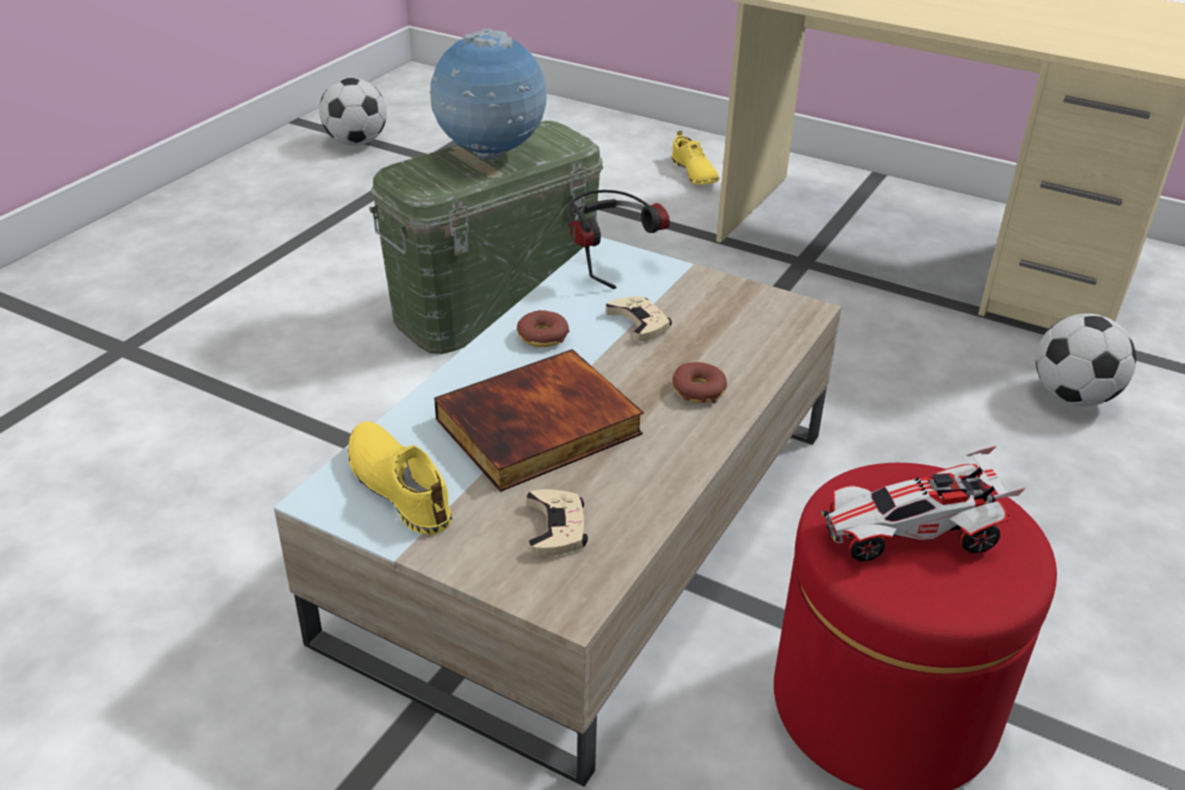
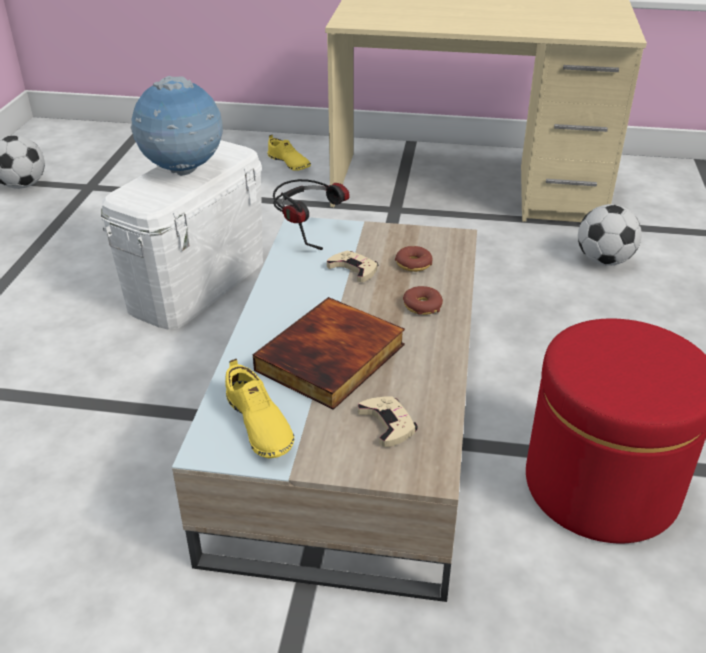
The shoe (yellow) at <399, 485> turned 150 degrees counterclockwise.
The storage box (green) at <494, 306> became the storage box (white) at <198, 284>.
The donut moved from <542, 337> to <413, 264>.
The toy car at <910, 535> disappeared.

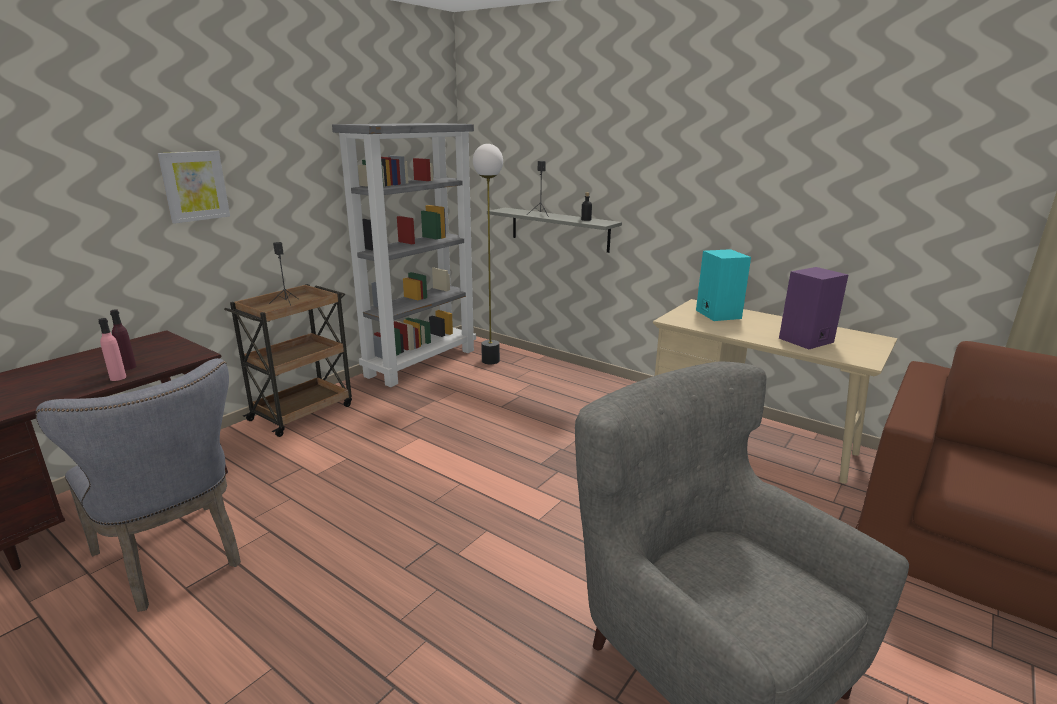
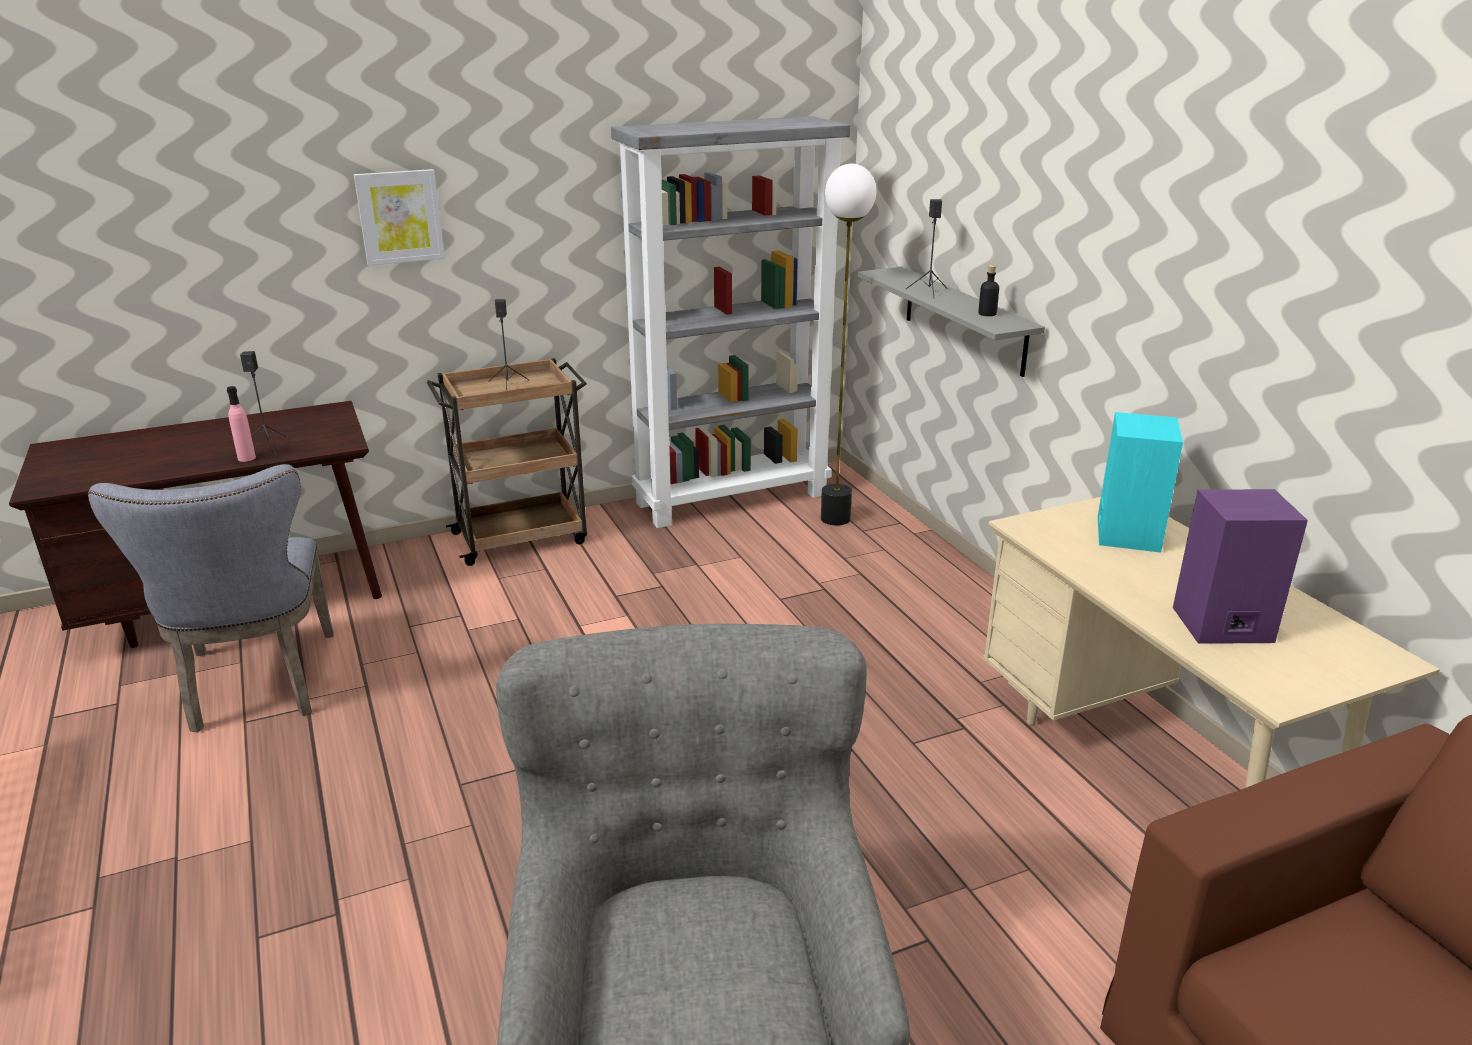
The bottle (purple) at <128, 367> was replaced by the speaker (black) at <268, 446>.

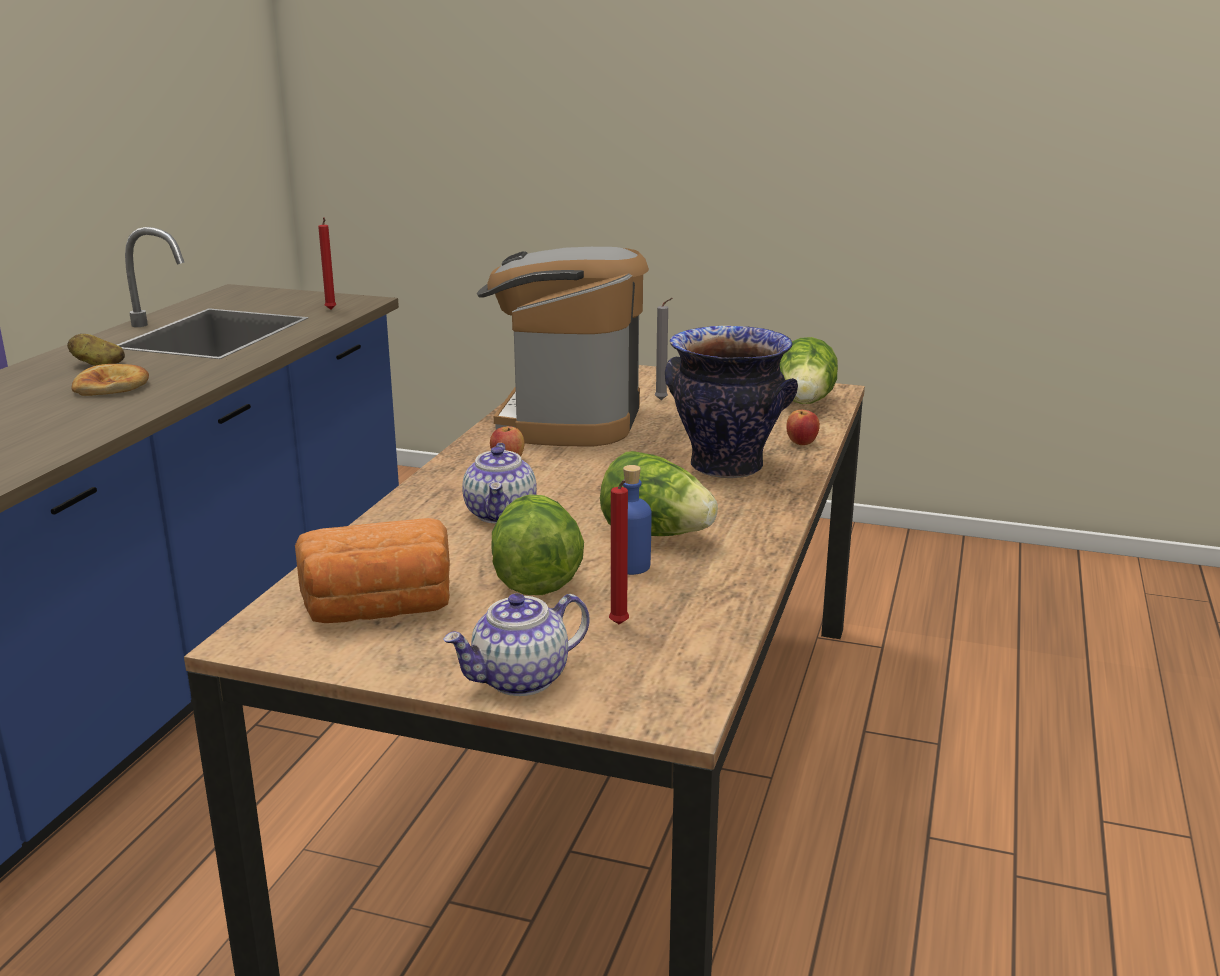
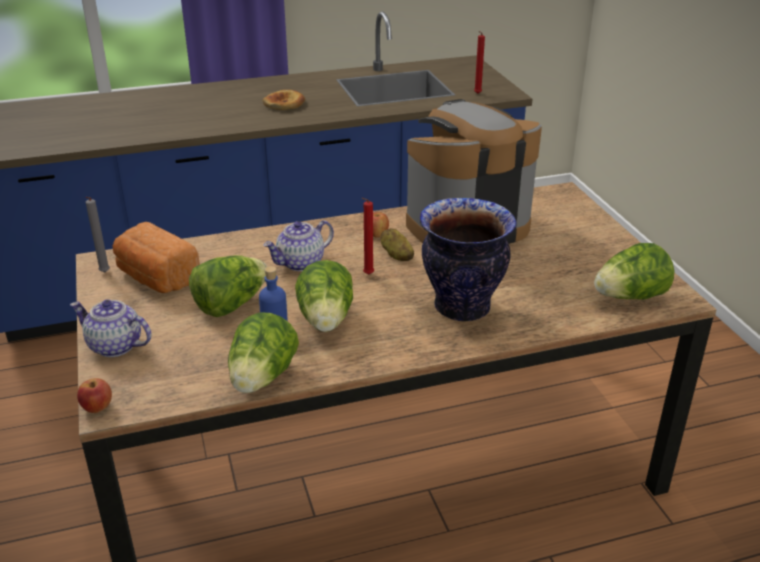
The potato moved from <98, 364> to <396, 255>.
The candle (red) moved from <619, 626> to <367, 275>.
The candle (grey) moved from <663, 400> to <104, 273>.
The apple moved from <801, 443> to <97, 408>.
The lettuce at <262, 378> appeared.

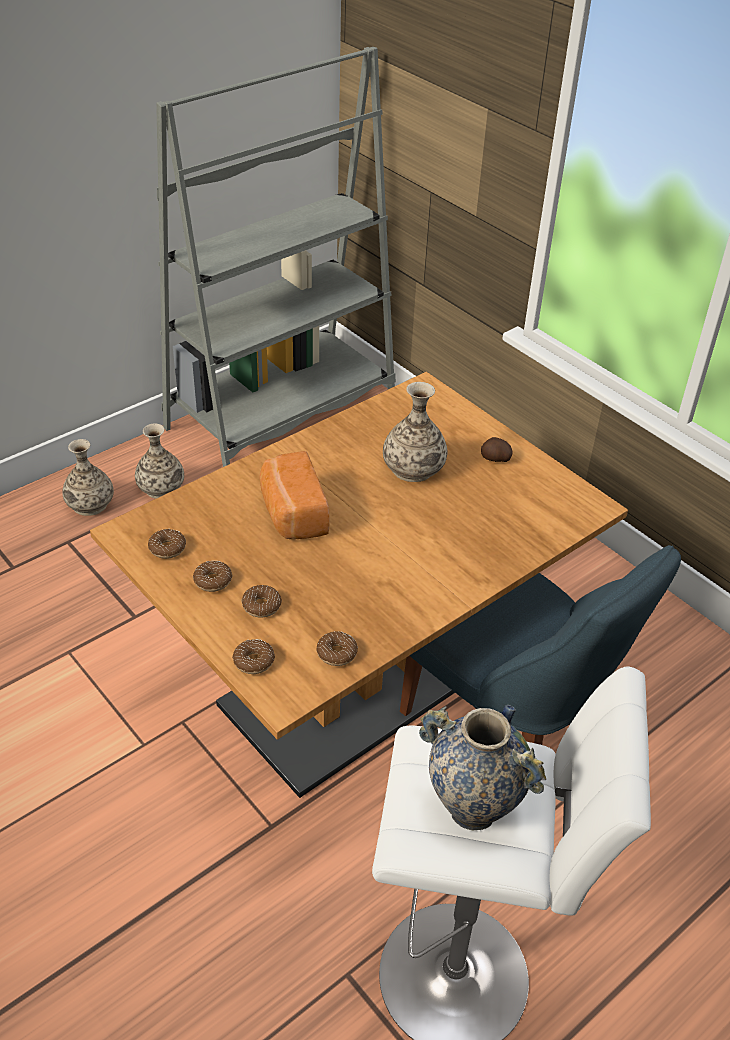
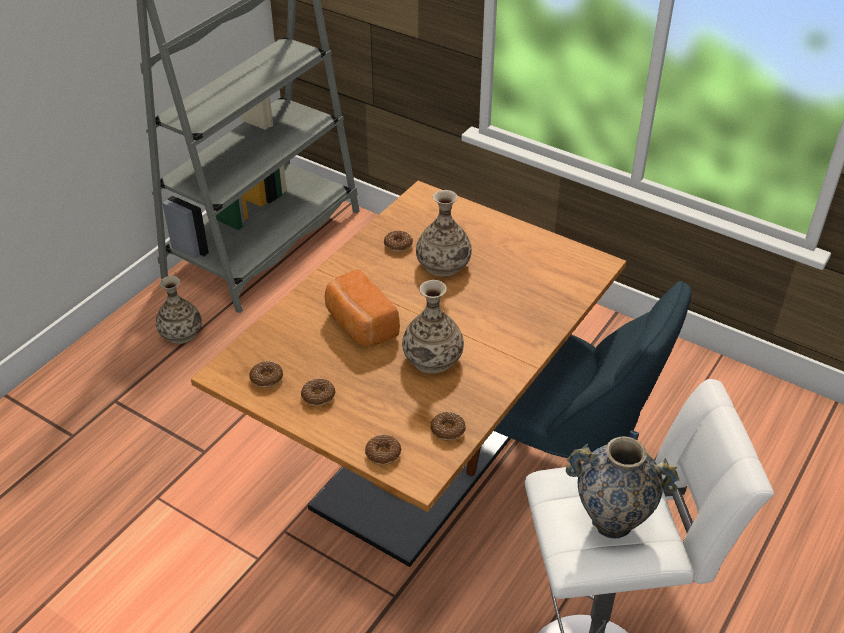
The vase moved from <90, 504> to <432, 358>.
The donut moved from <261, 606> to <398, 245>.
The potato at <495, 459> disappeared.

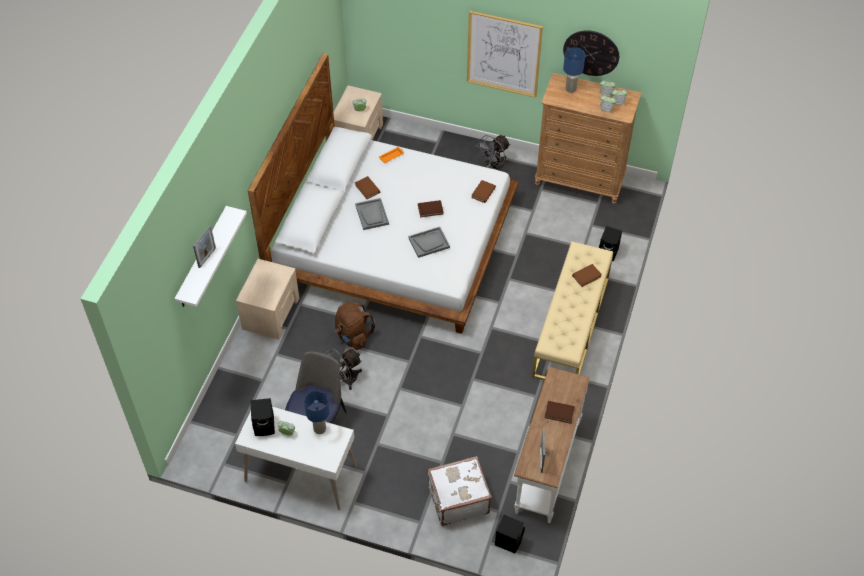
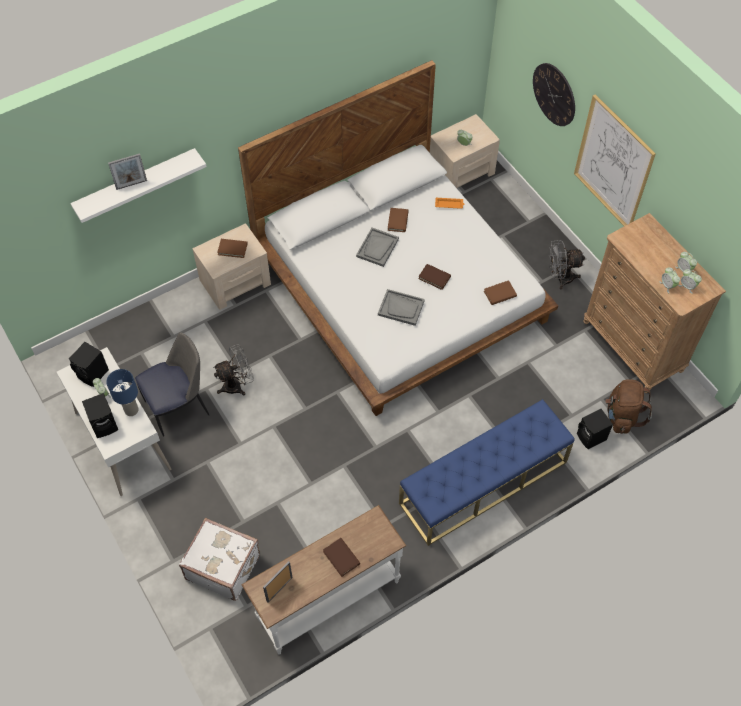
The fan (grey) at <345, 380> turned 150 degrees clockwise.
The backpack (brown) moved from <353, 336> to <622, 416>.
The speaker (black) moved from <509, 540> to <105, 424>.
The bench (beige) at <571, 326> became the bench (blue) at <483, 483>.
The wall clock moved from <591, 52> to <554, 94>.
The table lamp (blue) at <571, 89> disappeared.
The book (brown) moved from <586, 276> to <232, 249>.

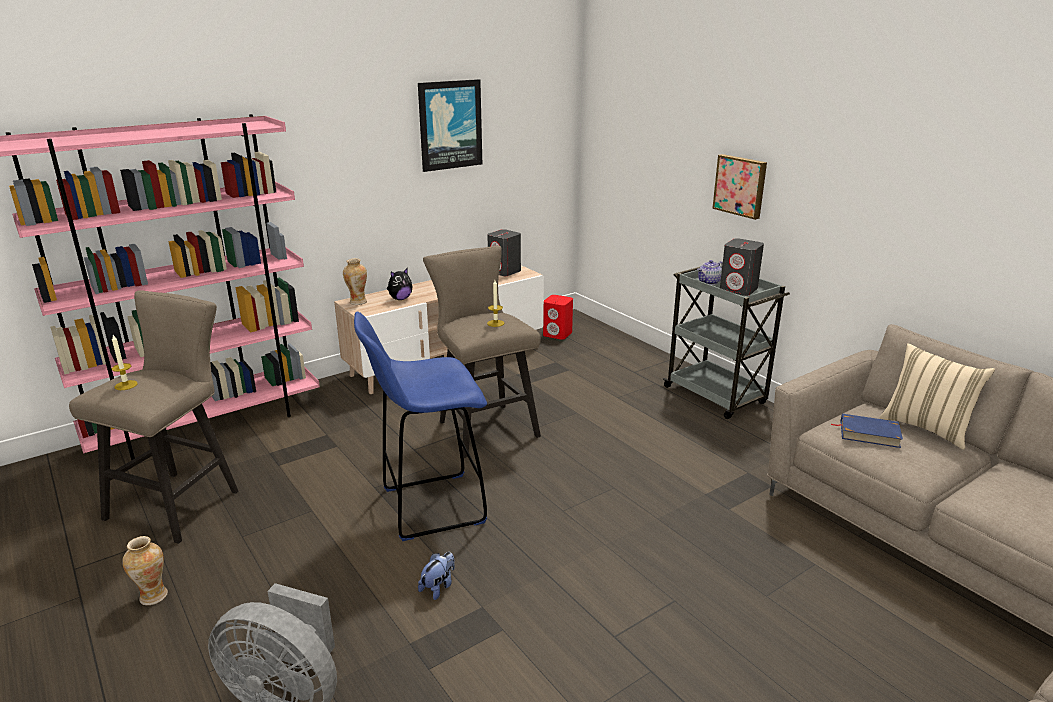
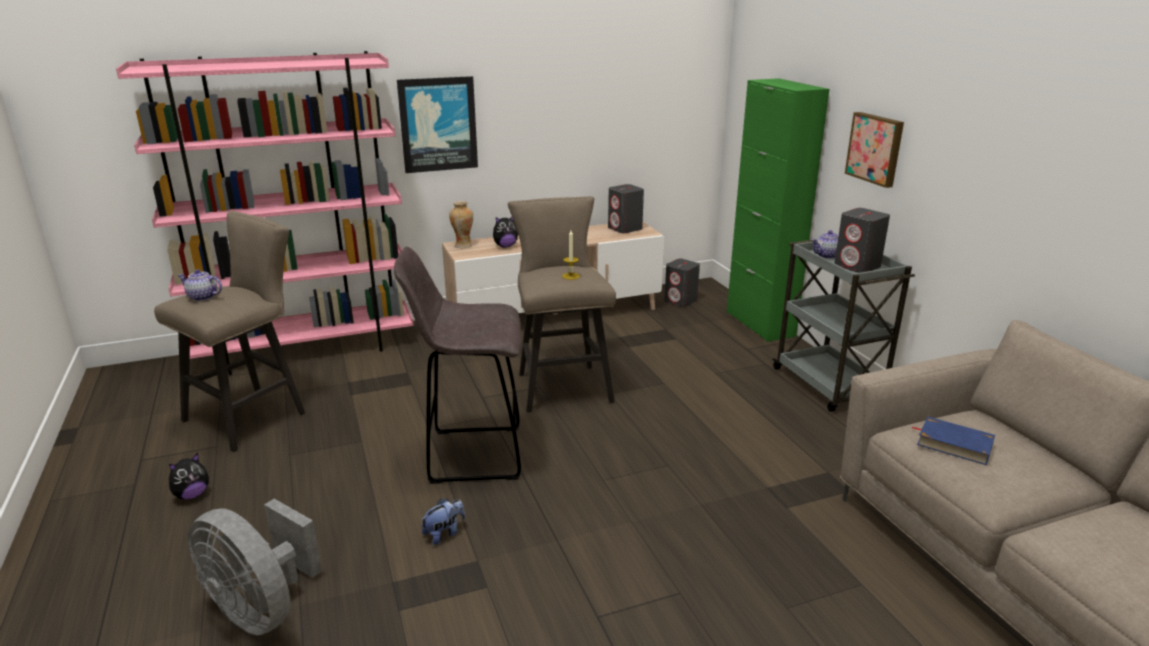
The candle at <126, 385> was replaced by the teapot at <202, 297>.
The vase at <153, 596> was replaced by the plush toy at <192, 495>.
The stool (blue) at <429, 506> became the stool (grey) at <471, 454>.
The picture moved from <450, 125> to <438, 124>.
The speaker (red) at <557, 334> became the speaker (grey) at <681, 301>.
The pillow (beige) at <926, 428> disappeared.
The cabinet (green) at <760, 324> appeared.

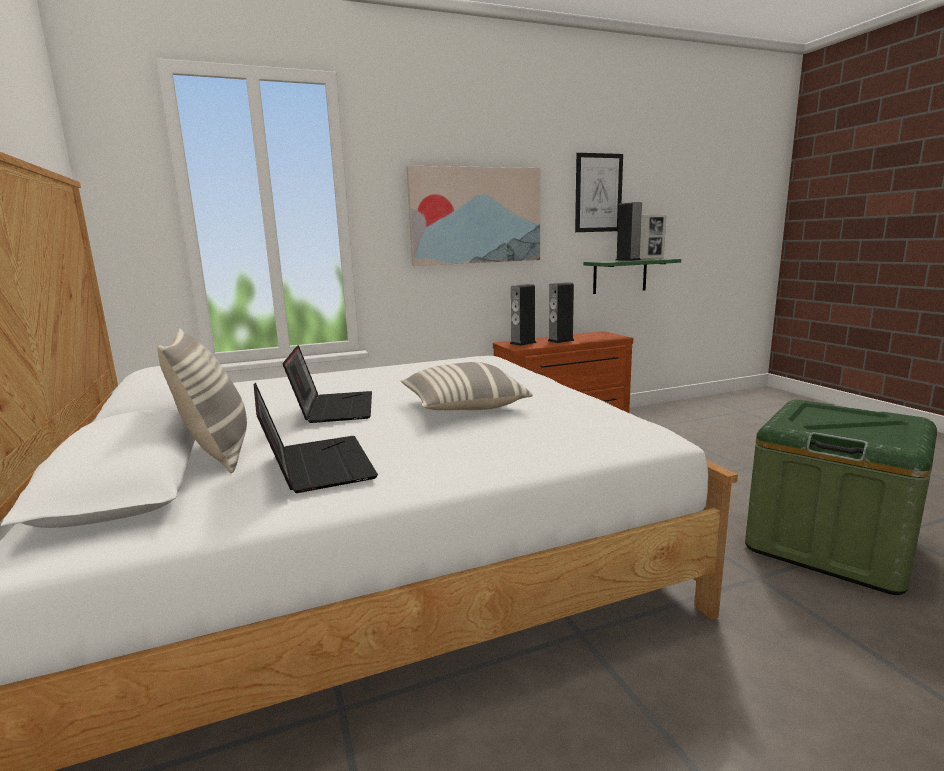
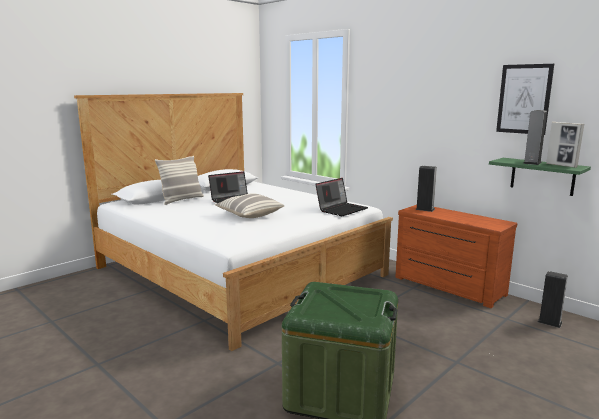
The laptop moved from <315, 465> to <341, 209>.
The picture at <475, 216> disappeared.
The speaker moved from <561, 340> to <549, 322>.

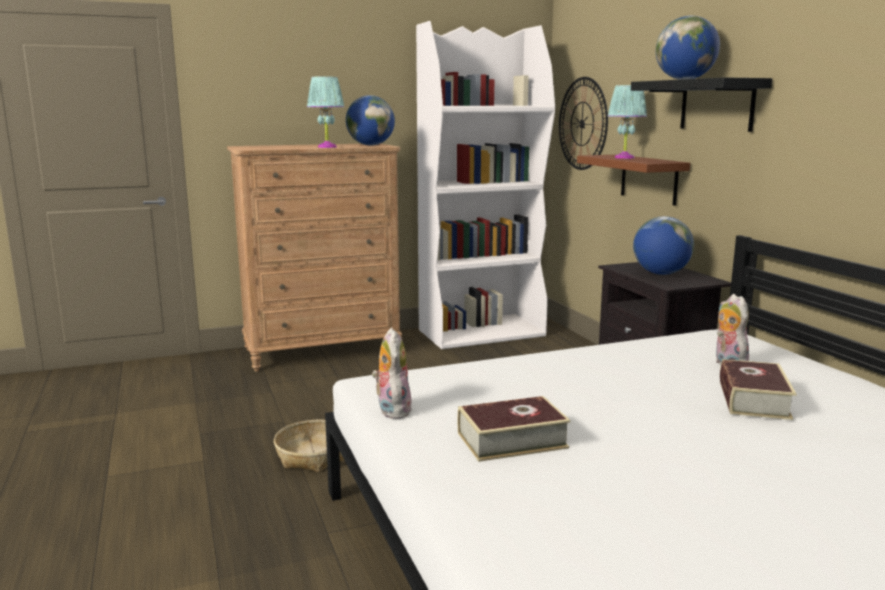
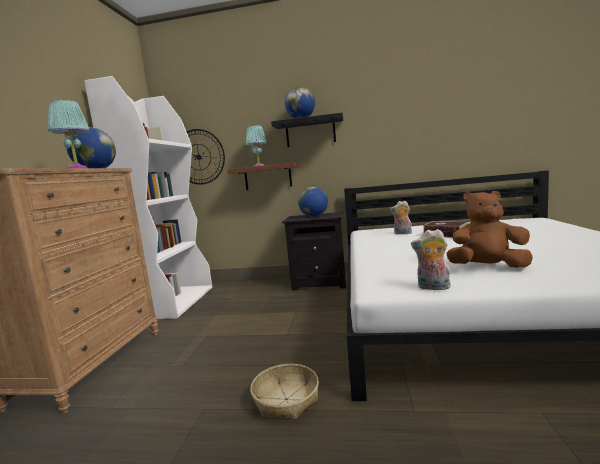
The book at <512, 440> was replaced by the plush toy (brown) at <487, 267>.

